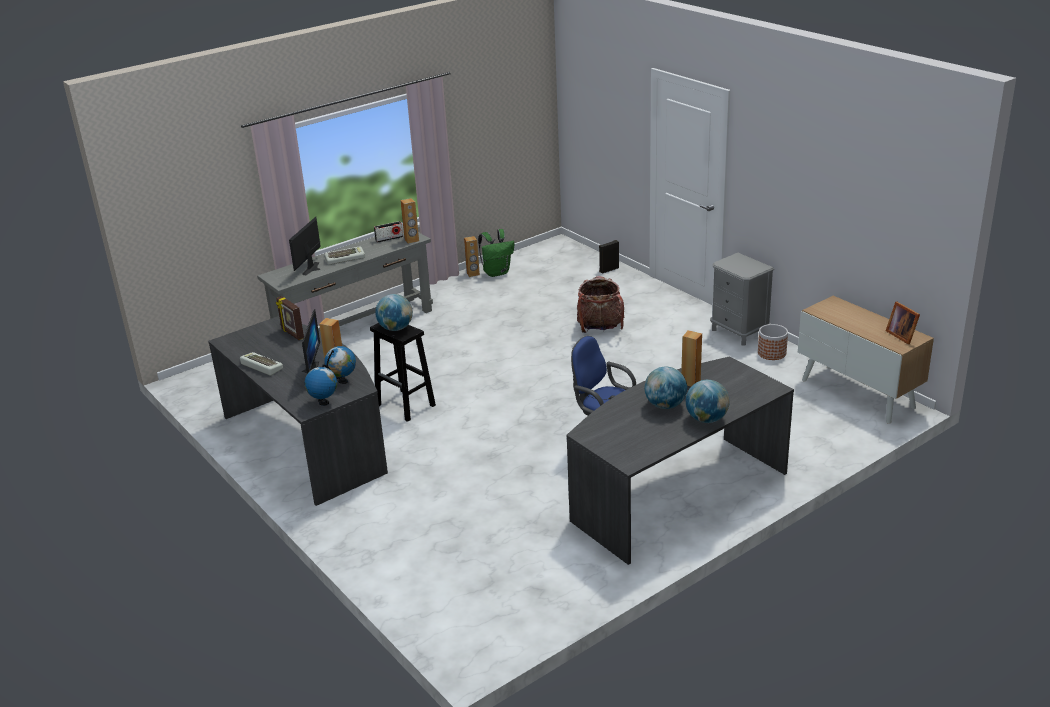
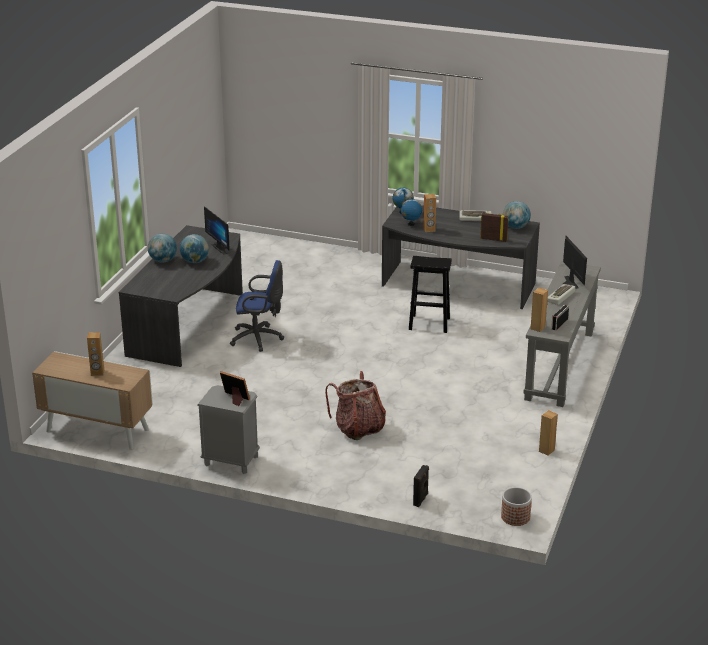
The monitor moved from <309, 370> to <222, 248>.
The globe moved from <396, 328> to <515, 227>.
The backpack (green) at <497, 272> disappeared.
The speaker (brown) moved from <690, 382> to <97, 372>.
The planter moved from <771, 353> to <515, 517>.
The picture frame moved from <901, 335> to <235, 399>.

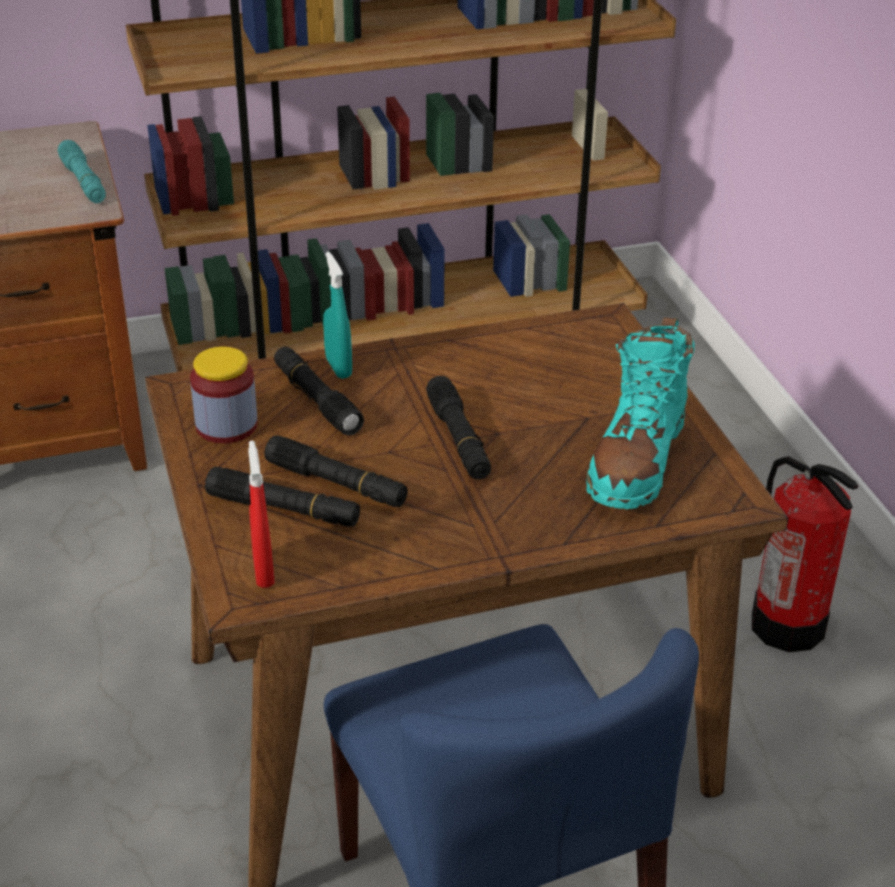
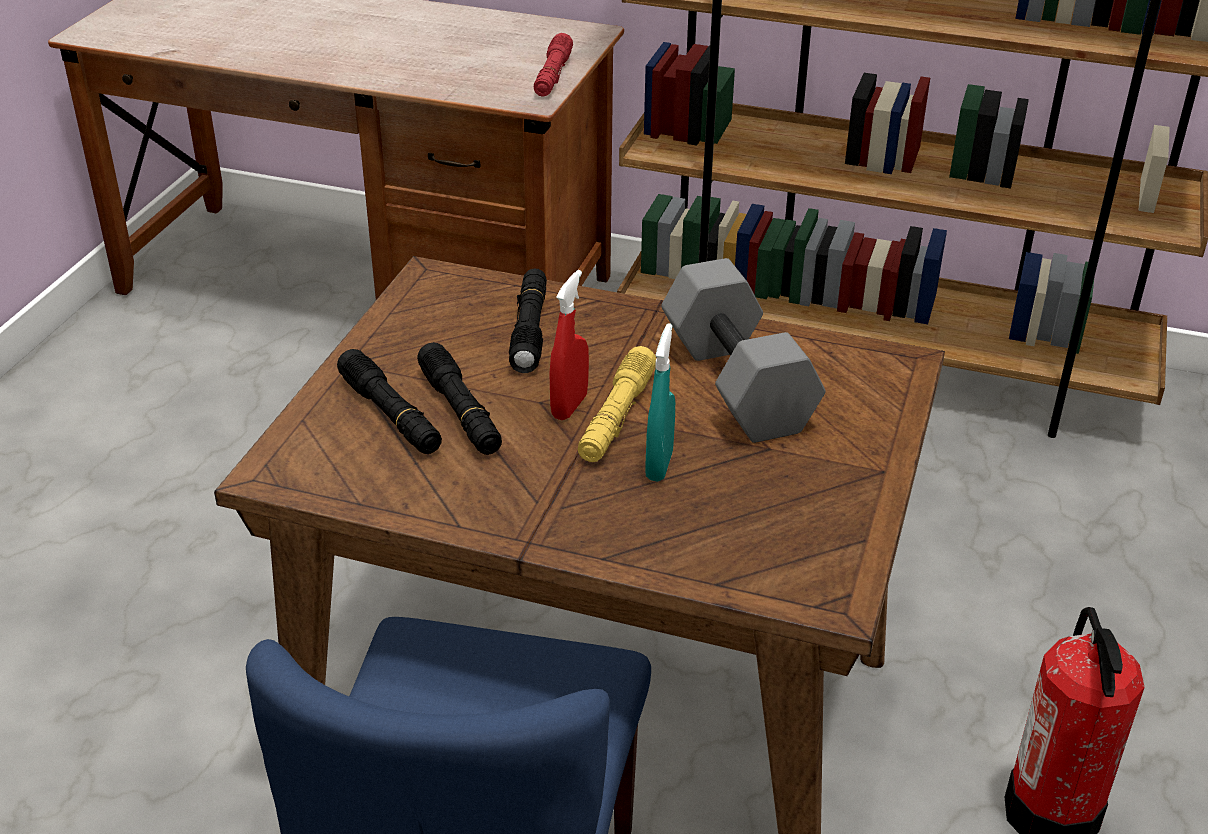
The flashlight (turquoise) at <83, 182> became the flashlight (red) at <553, 75>.
The jar at <226, 425> disappeared.
The spray bottle (red) moved from <263, 571> to <569, 406>.
The spray bottle (turquoise) moved from <338, 367> to <659, 465>.
The flashlight (black) at <458, 439> became the flashlight (yellow) at <616, 417>.
The boot (turquoise) at <636, 460> disappeared.
The dumbbell (grey) at <740, 384> appeared.

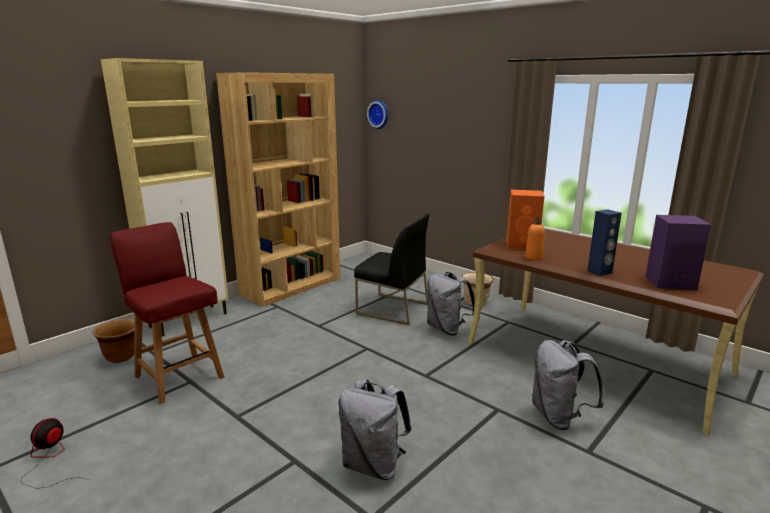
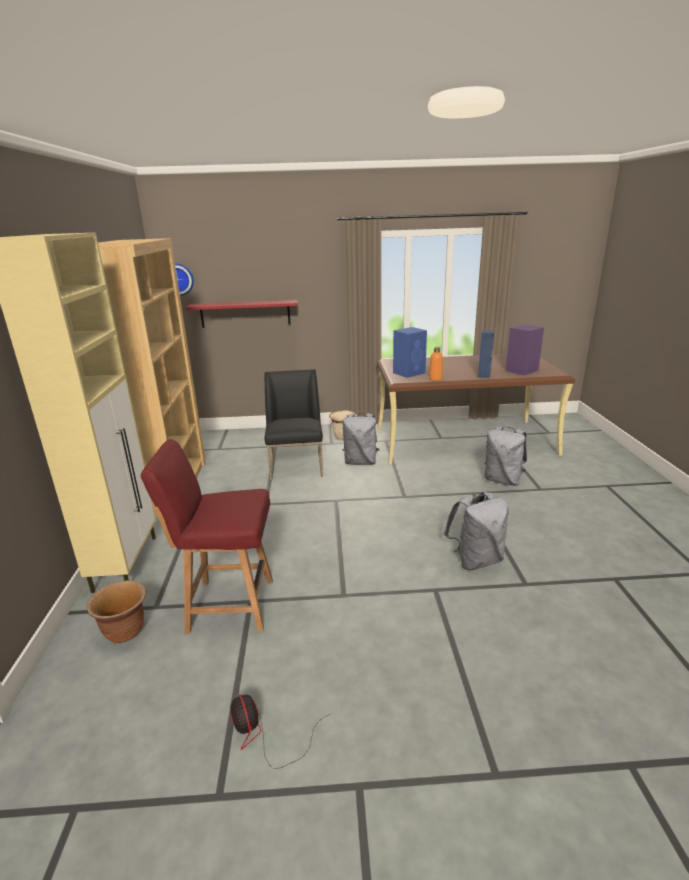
The chair (black) at <392, 309> turned 75 degrees counterclockwise.
The speaker (orange) at <523, 245> became the speaker (blue) at <409, 373>.
The shelf (red) at <245, 313> appeared.

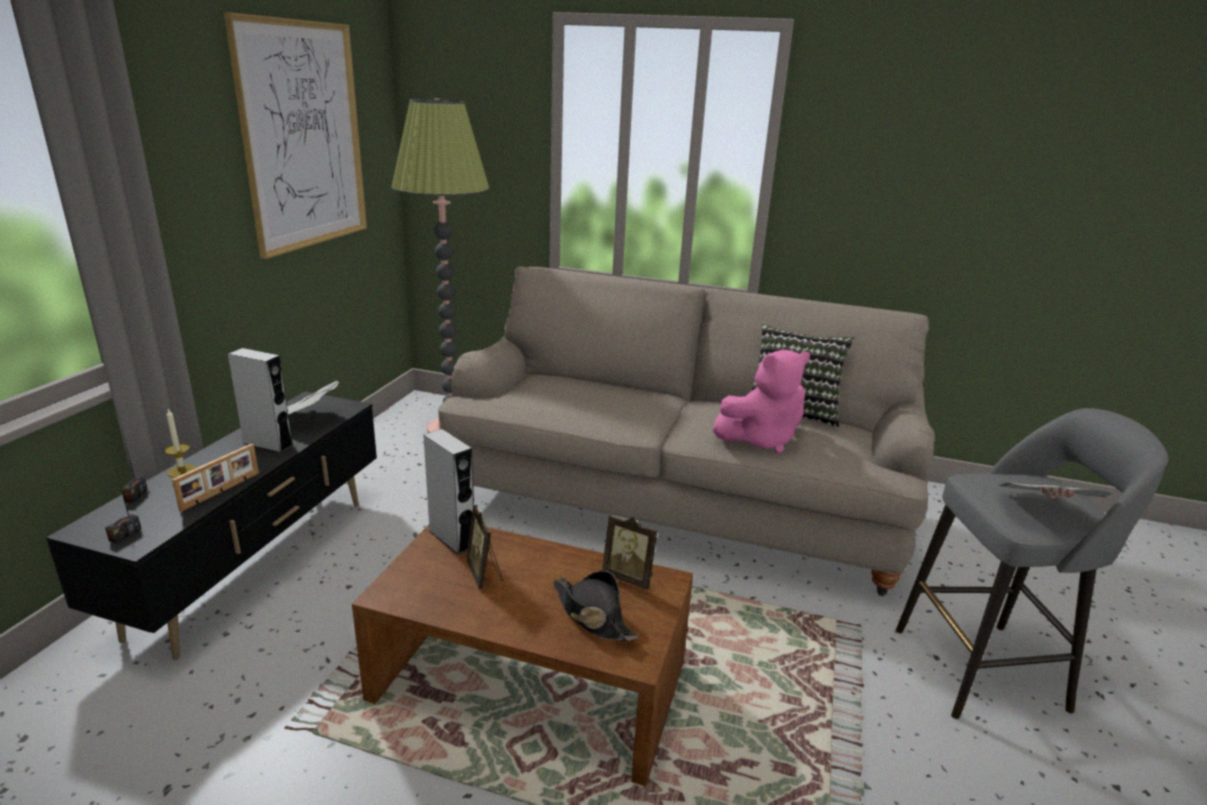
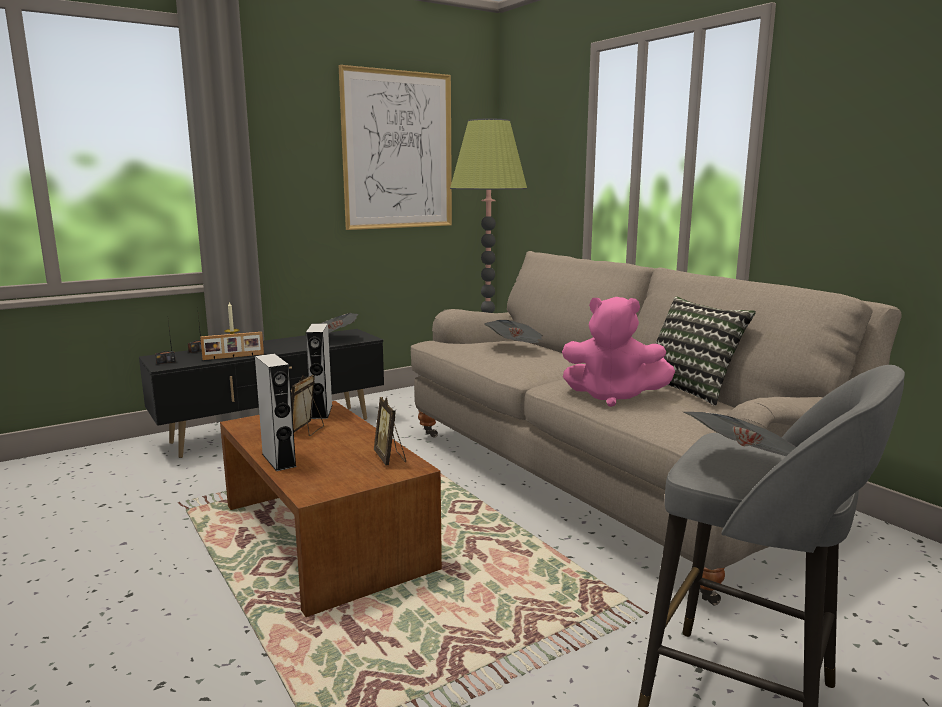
The speaker (grey) moved from <268, 444> to <278, 460>.
The hat (black) at <592, 615> disappeared.
The newspaper at <516, 348> appeared.

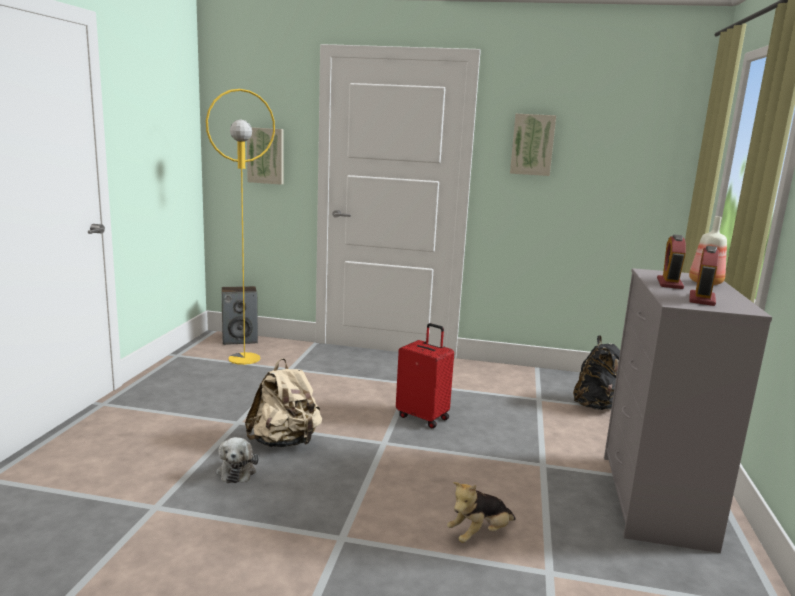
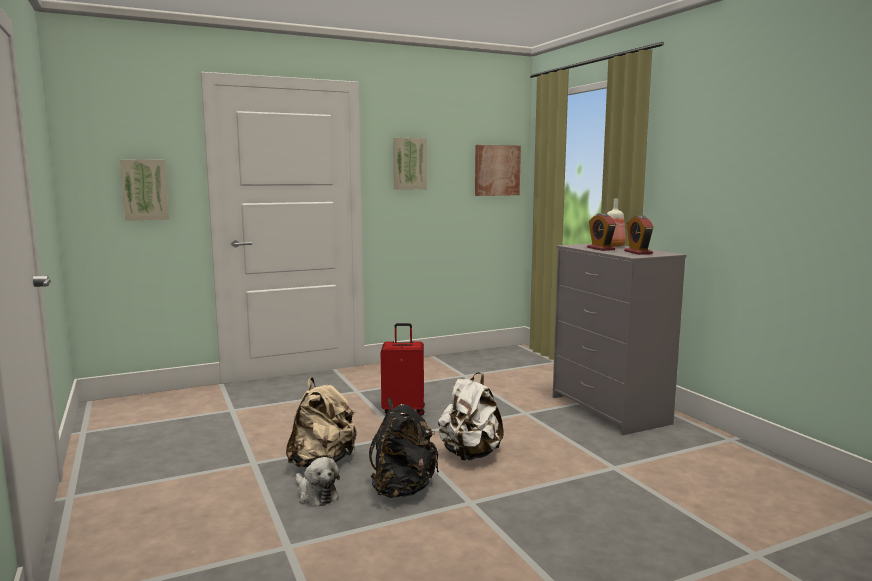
The floor lamp (yellow) at <244, 358> disappeared.
The speaker at <240, 340> disappeared.
The plush toy at <480, 534> disappeared.
The backpack (black) moved from <598, 406> to <402, 489>.
The backpack (white) at <470, 455> appeared.
The picture at <496, 170> appeared.

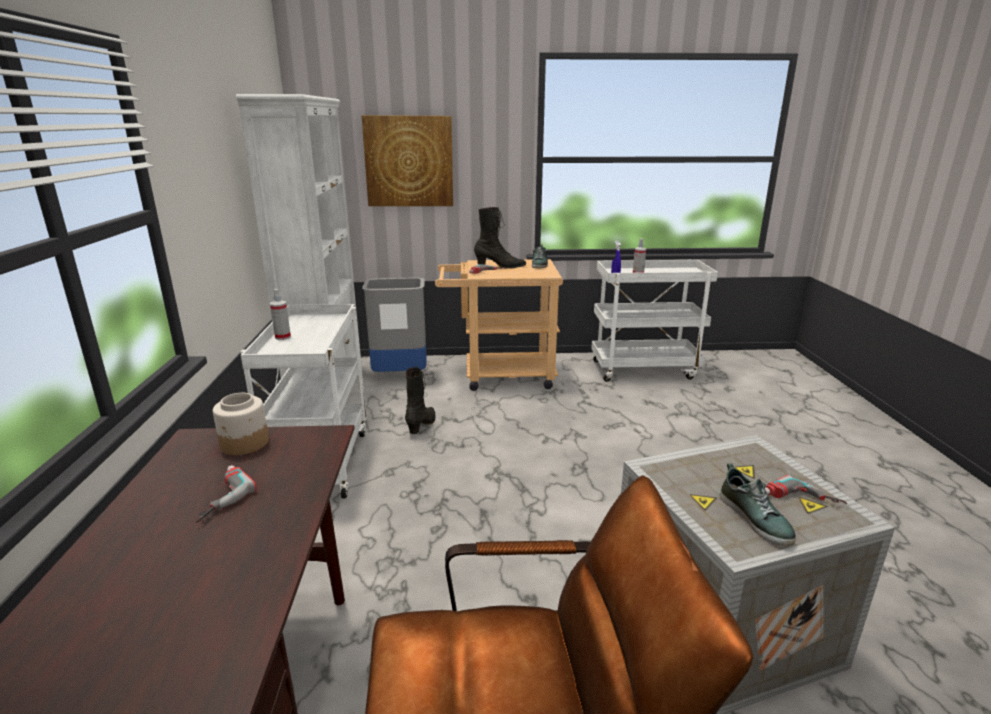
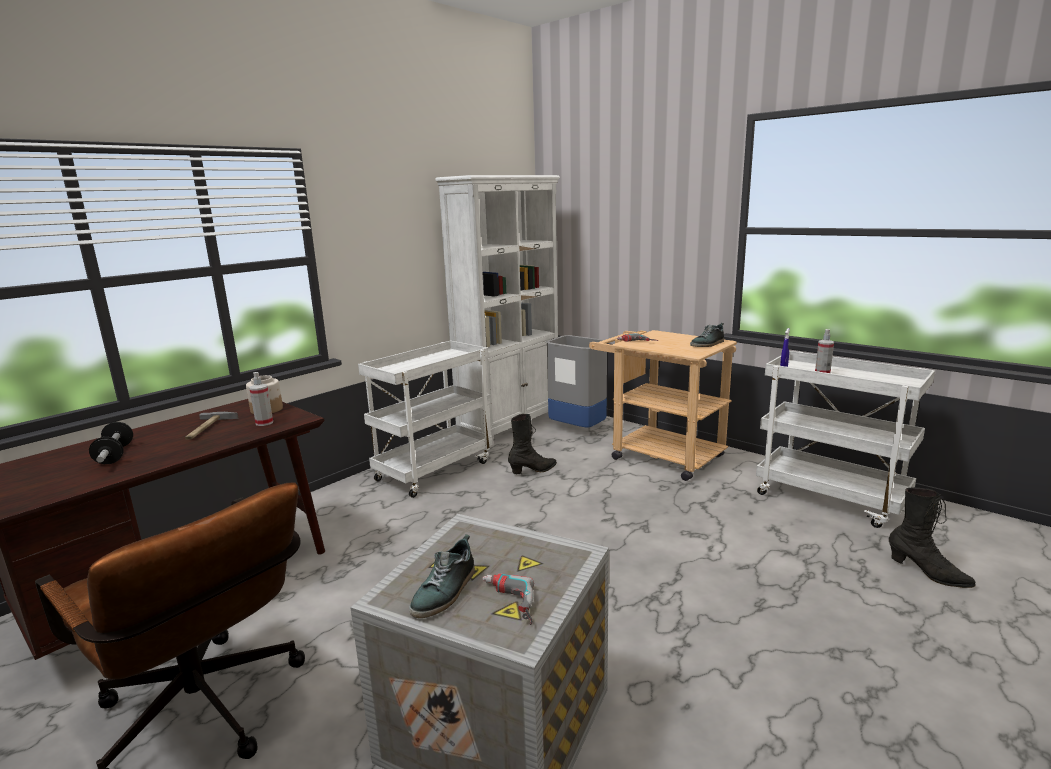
The power drill at <218, 497> was replaced by the hammer at <207, 428>.
The spray bottle moved from <283, 337> to <264, 423>.
The picture at <409, 161> disappeared.
The boot (black) moved from <500, 266> to <928, 573>.
The dumbbell at <115, 455> appeared.

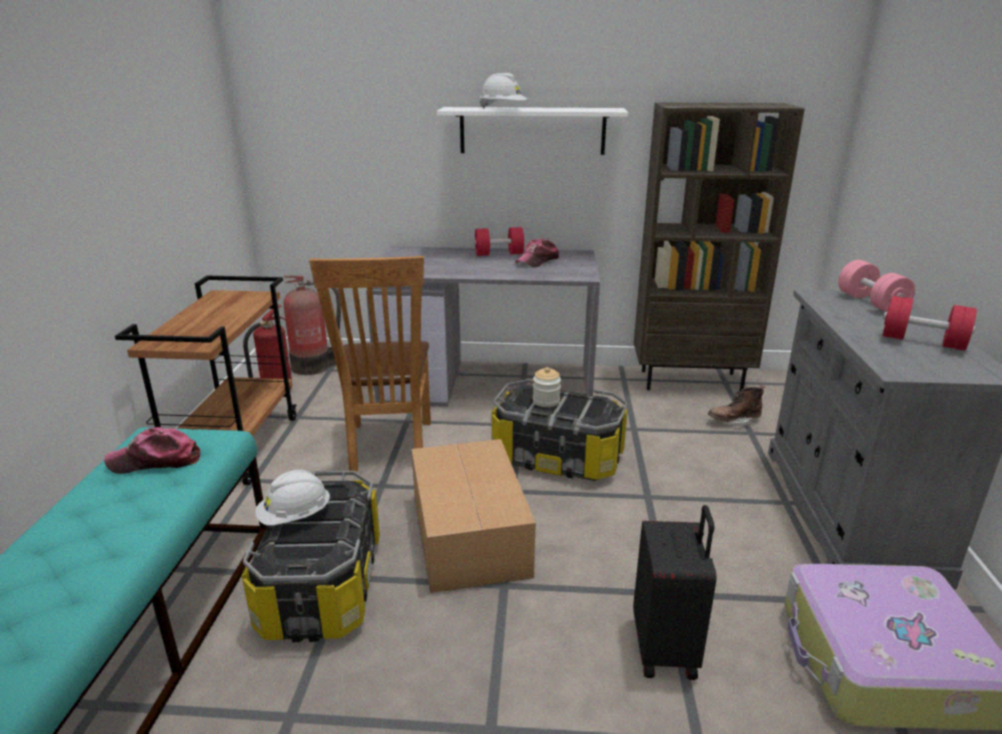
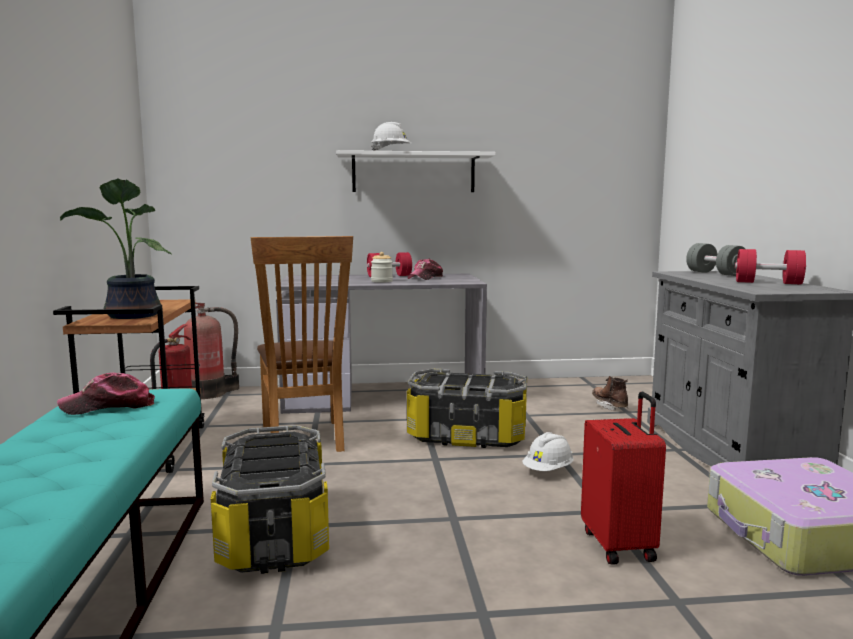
The hard hat (white) moved from <295, 517> to <548, 471>.
The cardboard box at <470, 533> disappeared.
The jar moved from <546, 401> to <382, 281>.
The suitcase (black) at <666, 649> became the suitcase (red) at <620, 545>.
The bookcase (brown) at <691, 381> disappeared.
The boot (brown) at <733, 421> turned 90 degrees clockwise.
The dumbbell (pink) at <871, 303> became the dumbbell (grey) at <715, 273>.
The potted plant at <130, 316> appeared.

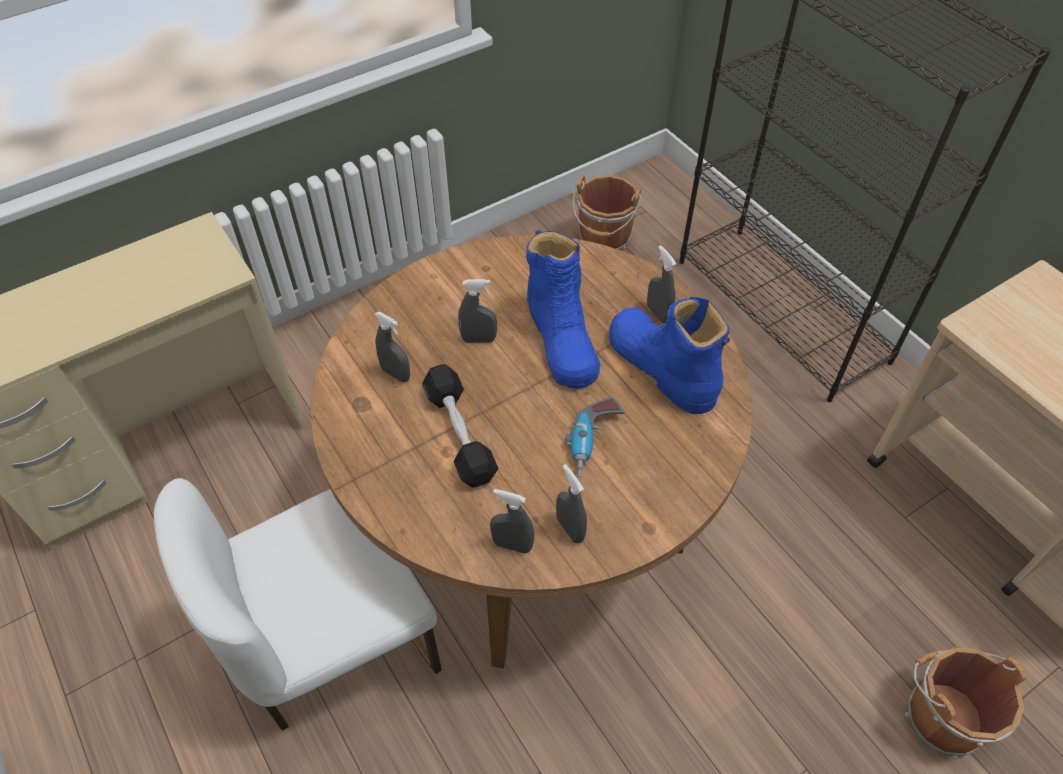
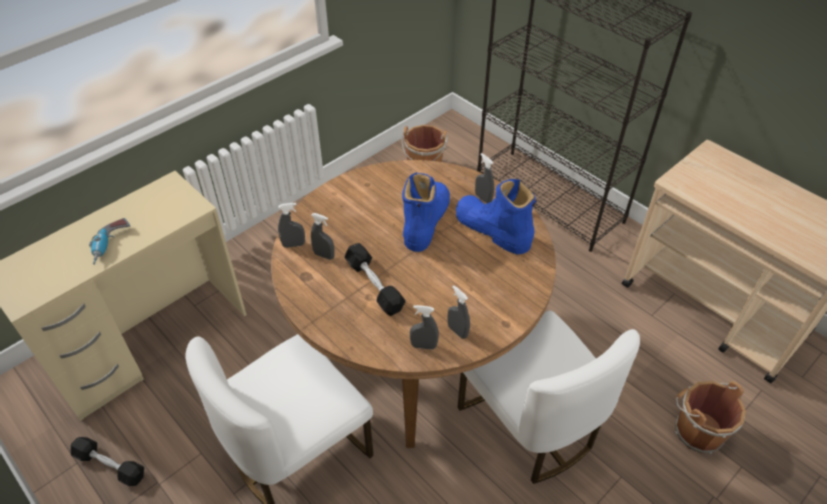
The spray bottle (grey) moved from <479, 339> to <293, 244>.
The boot (blue) at <561, 339> turned 135 degrees counterclockwise.
The power drill moved from <593, 443> to <111, 246>.
The dumbbell (black) at <110, 465> appeared.
The chair (white) at <530, 424> appeared.

